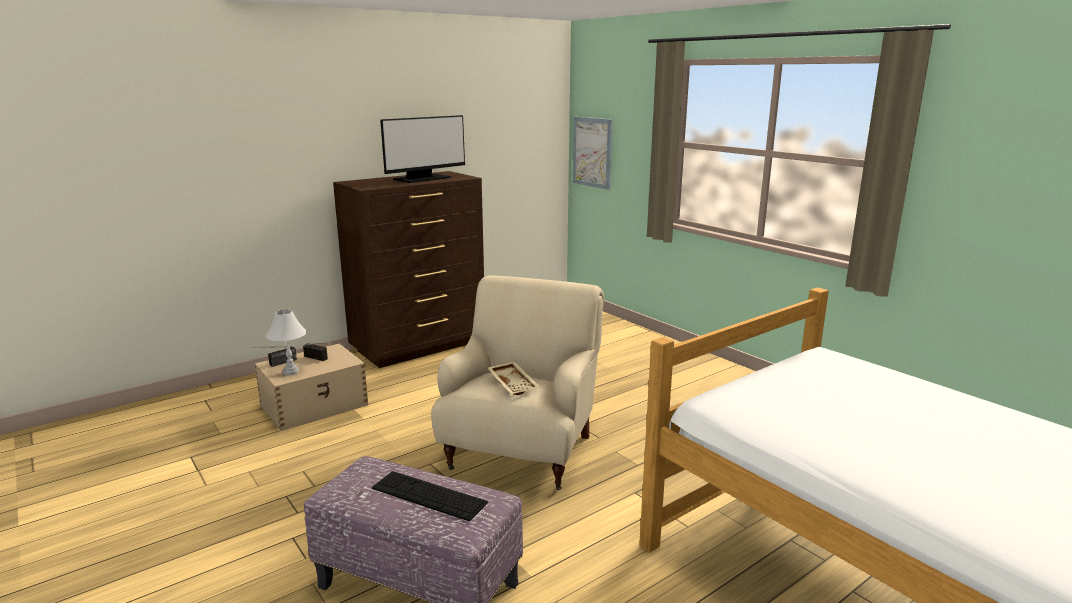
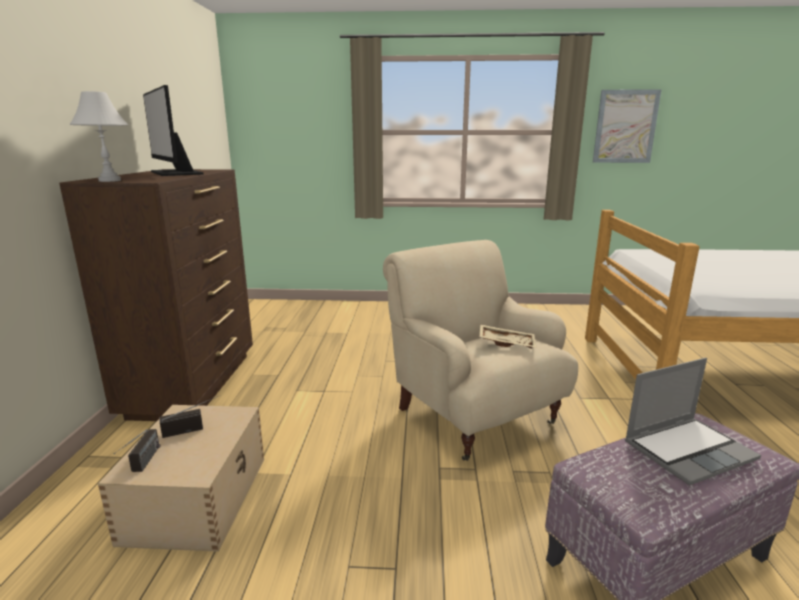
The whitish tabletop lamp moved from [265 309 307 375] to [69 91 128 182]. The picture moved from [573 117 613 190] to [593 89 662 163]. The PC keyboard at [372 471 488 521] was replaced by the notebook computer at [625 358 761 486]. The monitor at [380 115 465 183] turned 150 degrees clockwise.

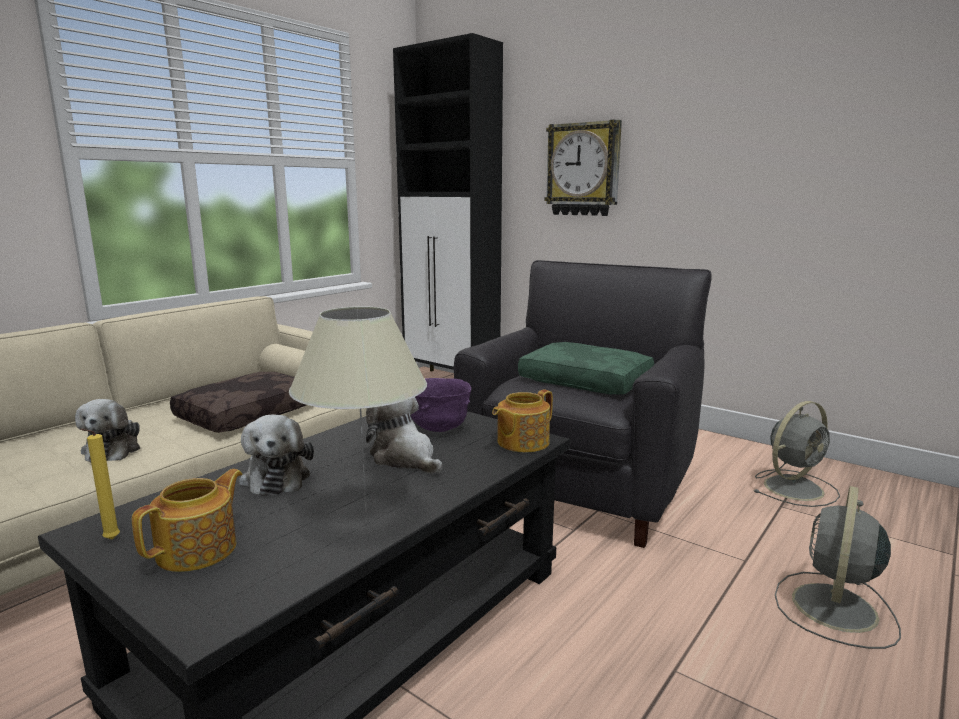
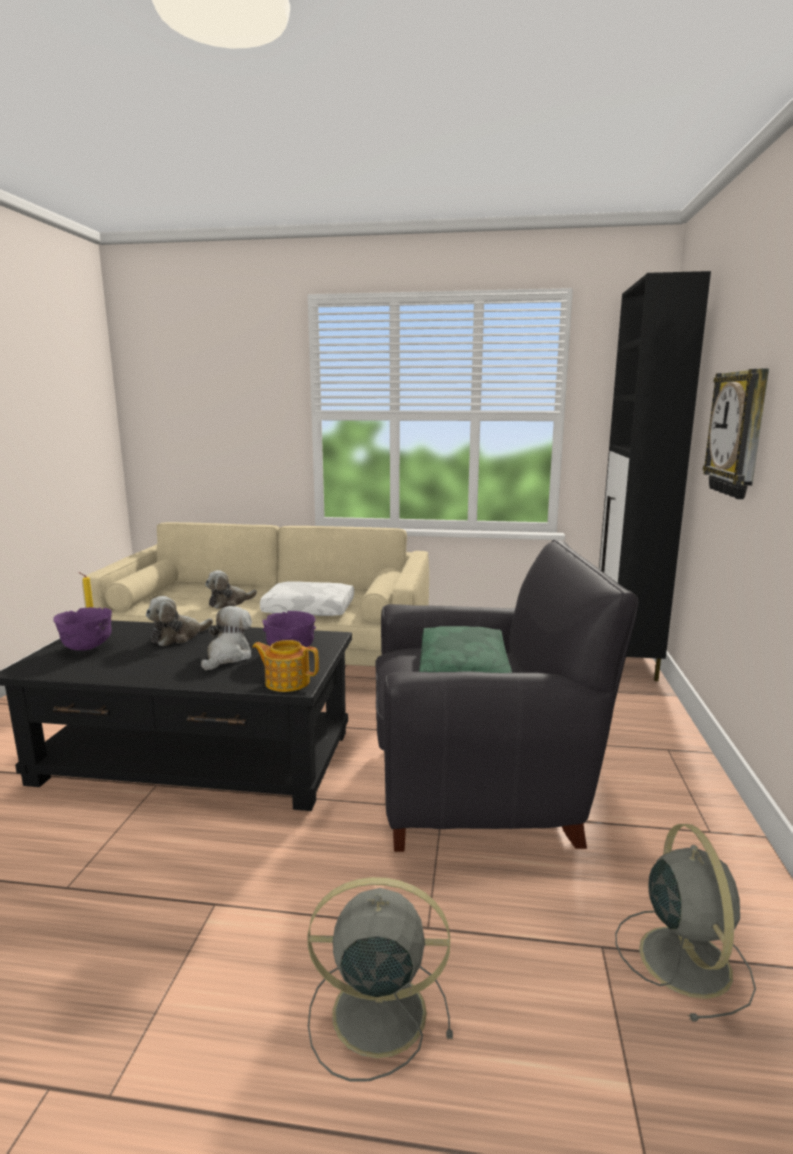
The beige tabletop lamp at [289 306 427 512] disappeared. The teapot at [132 469 242 572] was replaced by the purple bowl at [53 607 112 651]. The brown cushion at [170 372 306 433] became the whitish cushion at [260 581 354 616]. The gray cooling fan at [753 401 840 507] turned 120 degrees counterclockwise.

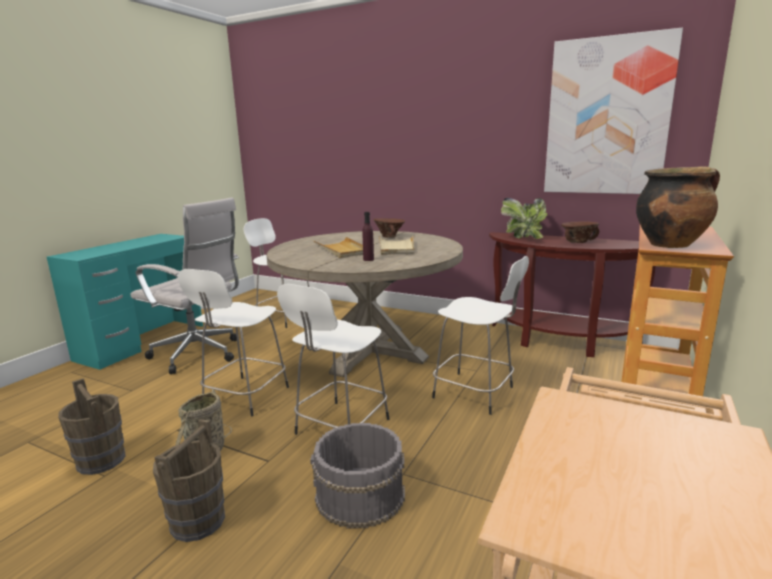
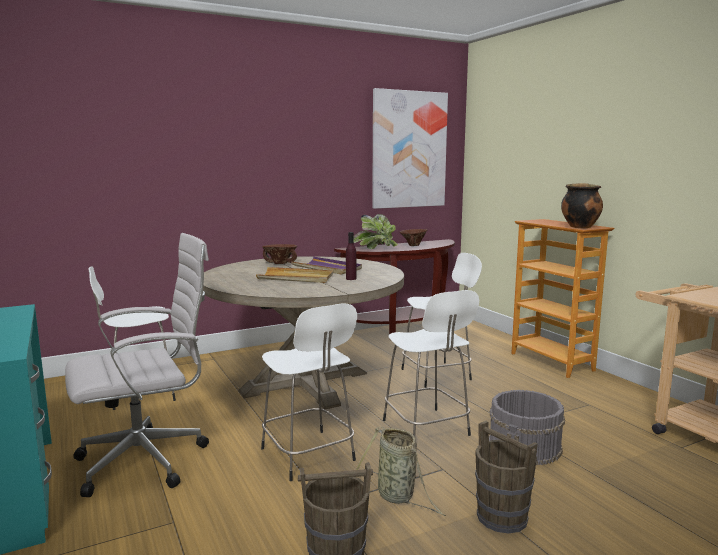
The beige carrying tray at [379 236 414 255] became the purple carrying tray at [291 257 362 275].

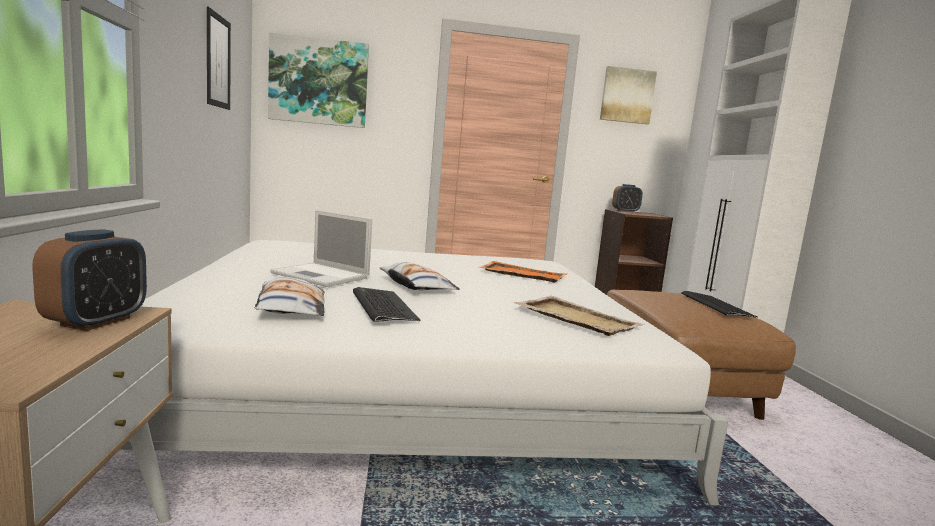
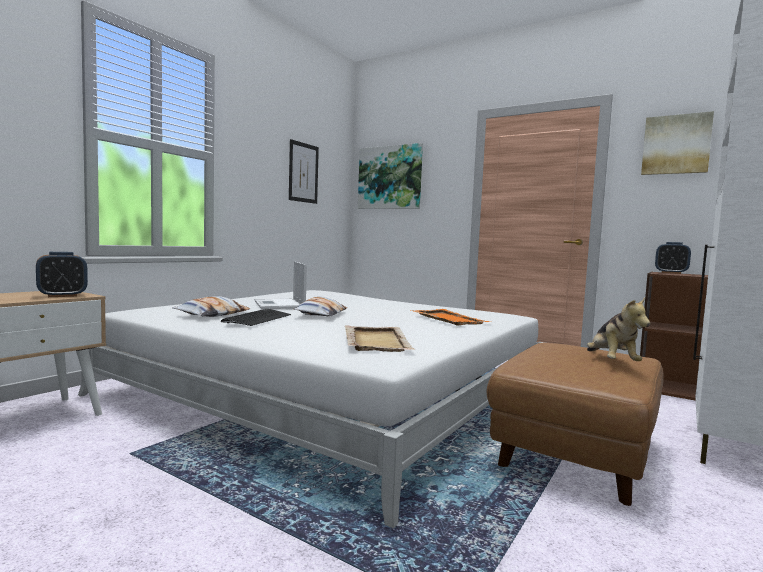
The PC keyboard at [682 291 758 318] was replaced by the cuddly toy at [587 297 650 361].

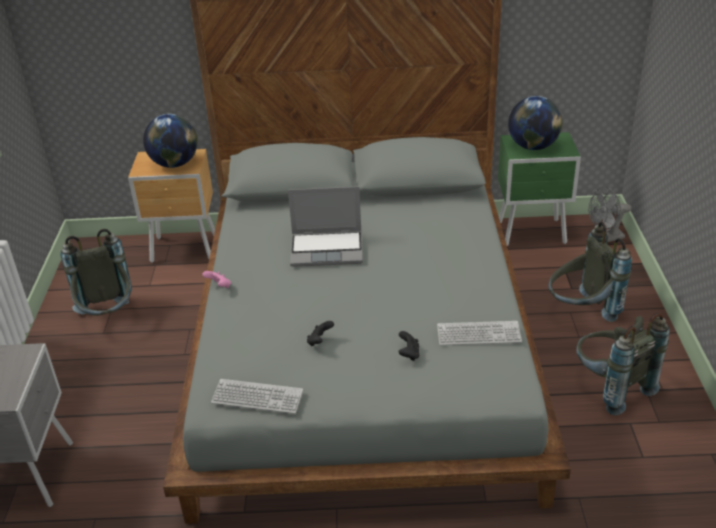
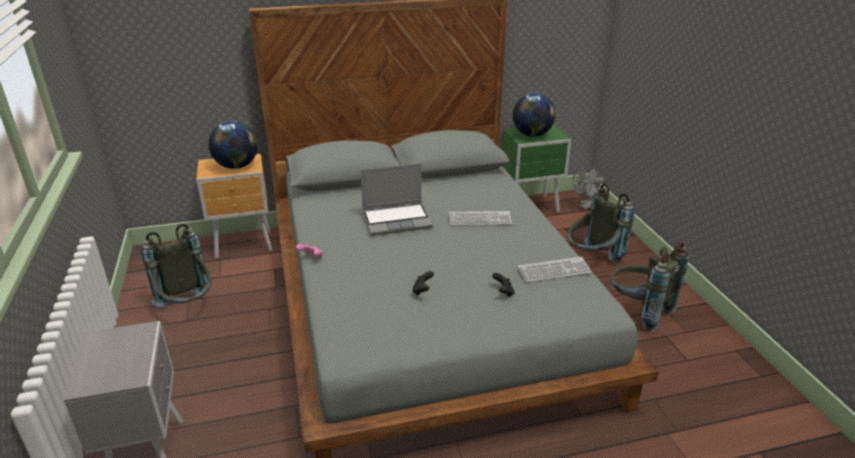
The PC keyboard moved from [211 379 303 414] to [449 211 512 226].

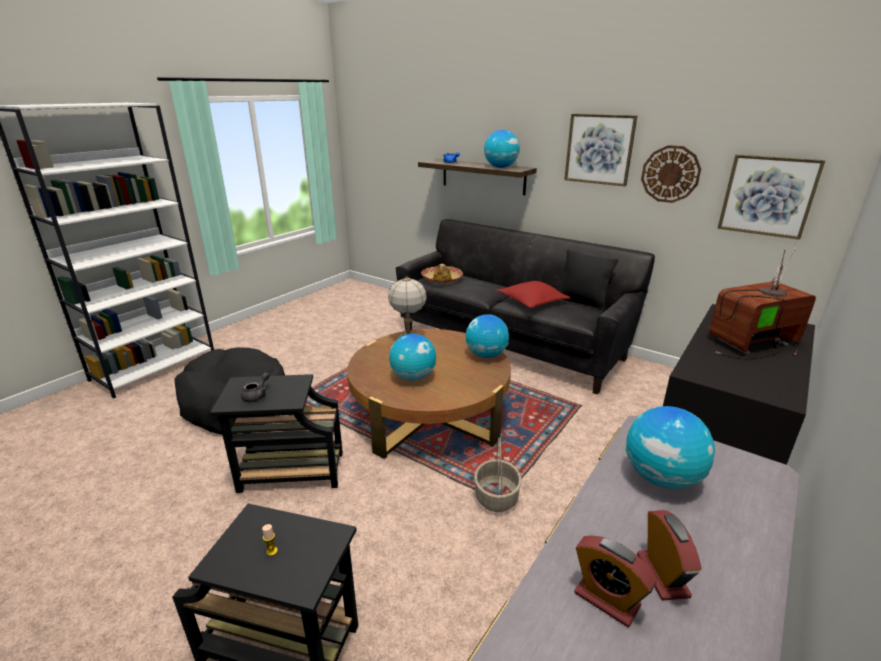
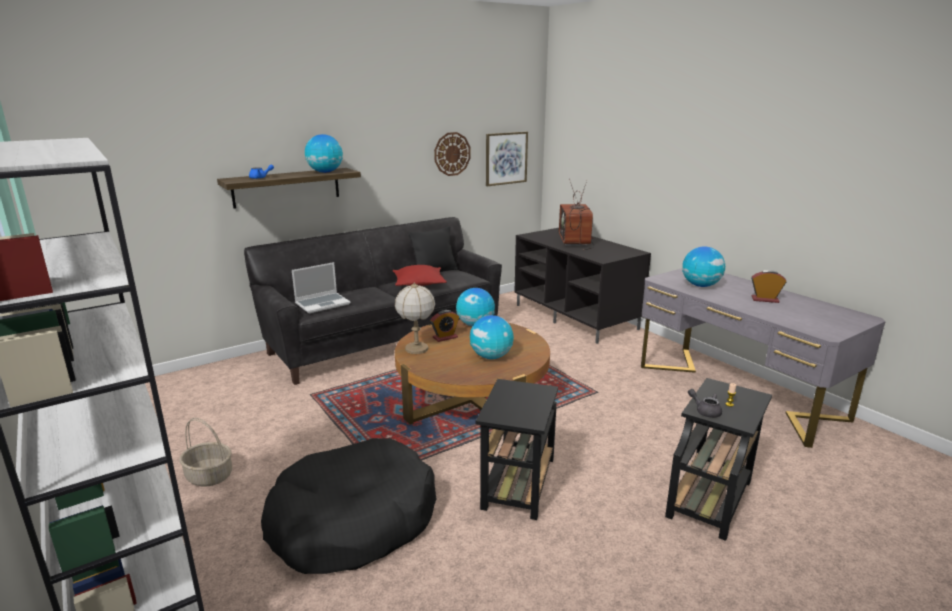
The picture at [564 114 637 186] disappeared. The gray teapot moved from [241 372 270 402] to [688 389 722 418]. The storage basket moved from [474 437 522 512] to [179 418 232 487]. The table clock moved from [574 536 657 627] to [430 310 459 342]. The clothing hat at [421 264 463 284] was replaced by the notebook computer at [292 262 350 313].

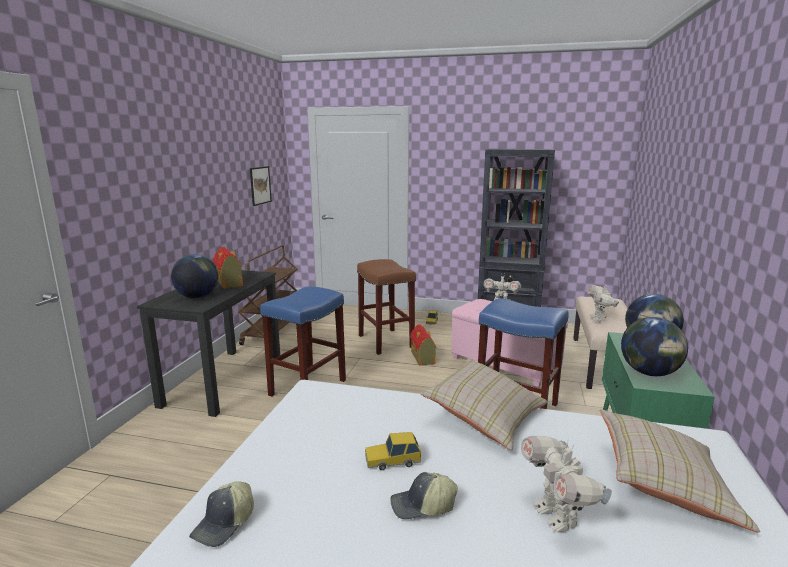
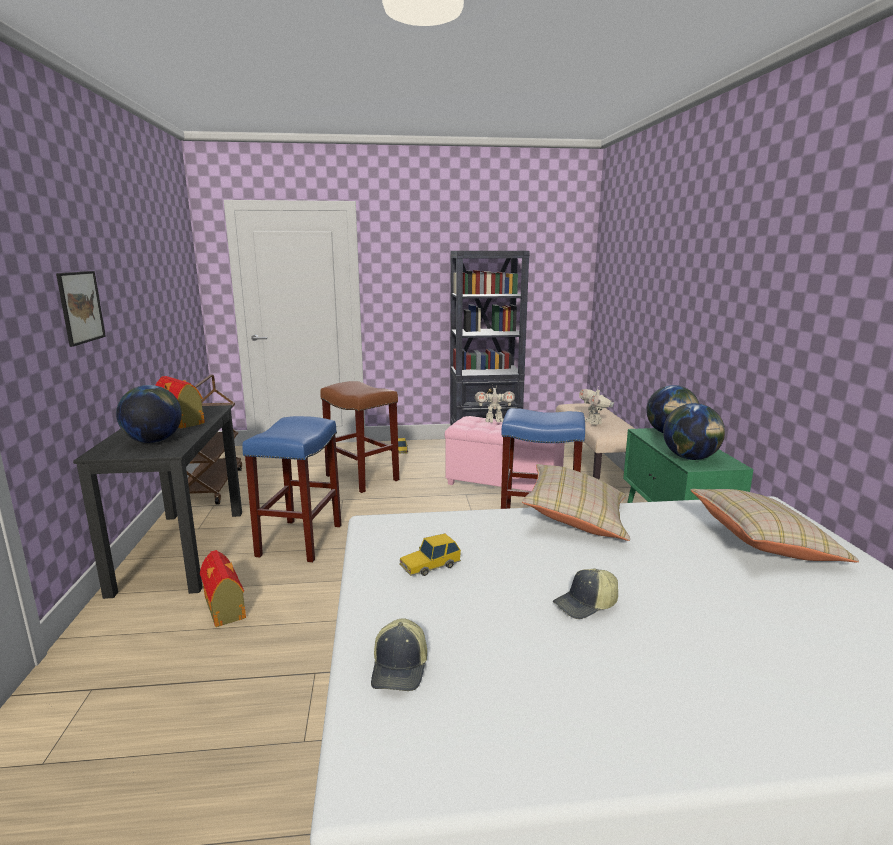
The robot figure at [521 436 612 532] disappeared. The picture moved from [250 166 272 206] to [56 271 106 347]. The toy car moved from [365 432 421 470] to [399 533 461 576]. The toy house moved from [410 324 436 366] to [200 550 246 627].

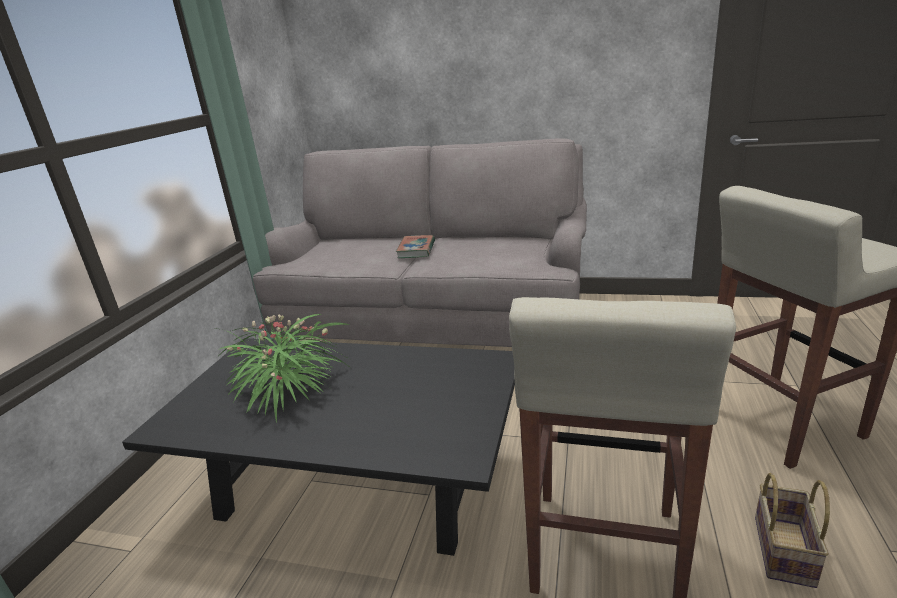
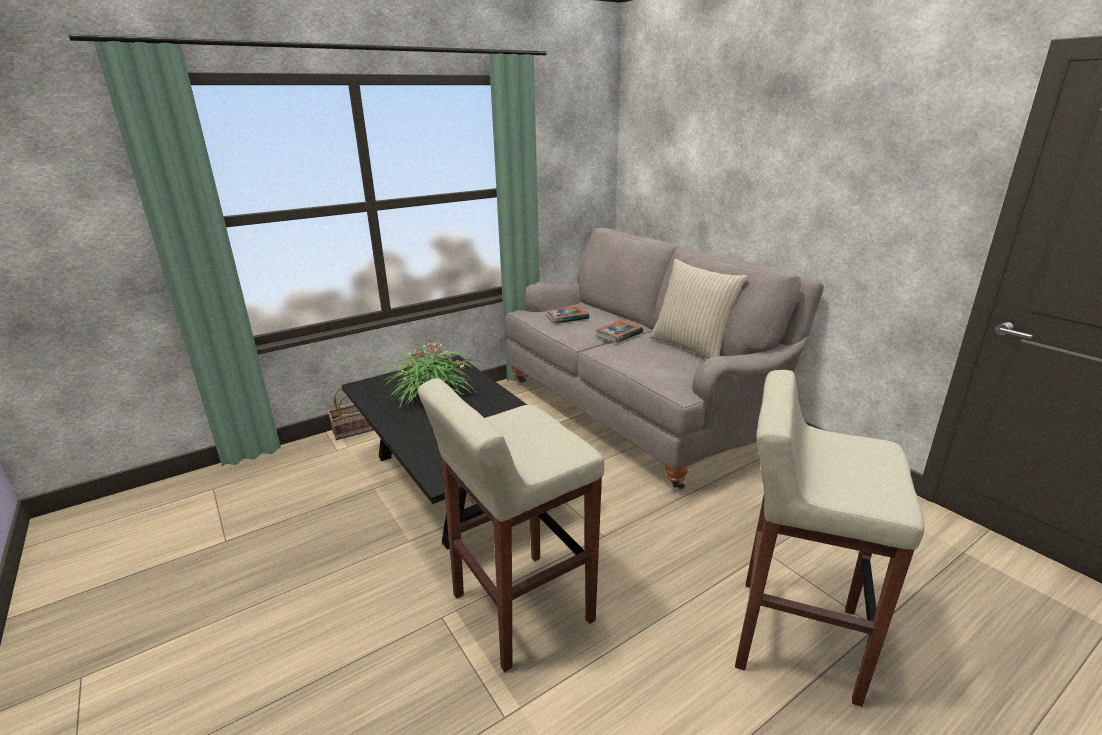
The volume at [546 305 589 324] appeared. The beige cushion at [649 259 748 359] appeared. The storage basket moved from [755 473 830 588] to [328 387 374 440].

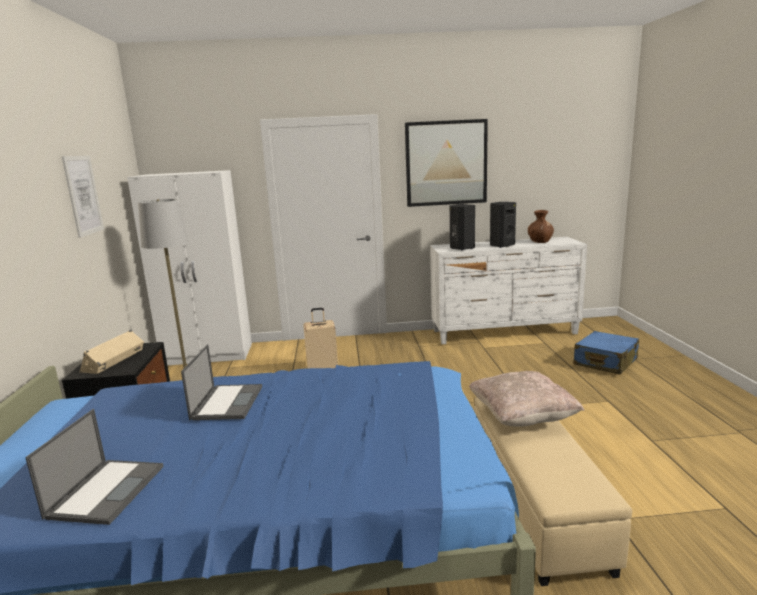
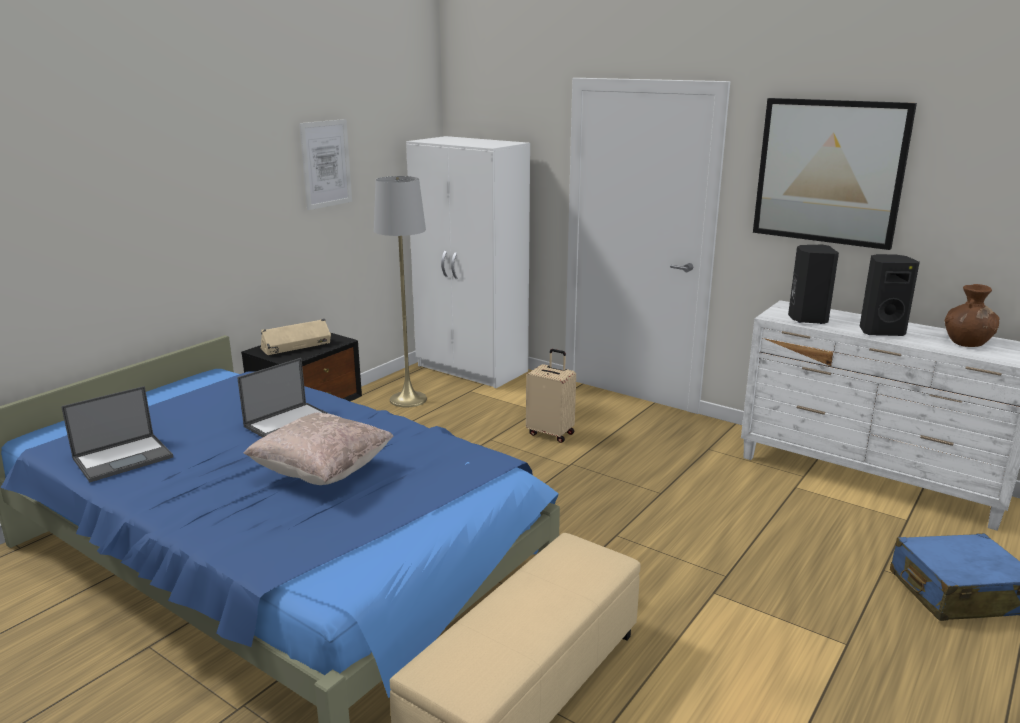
The beige cushion moved from [469 371 584 426] to [244 413 393 485].

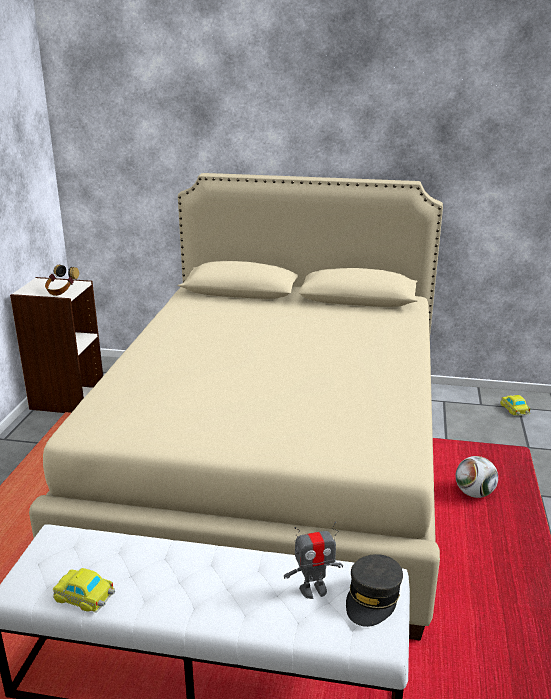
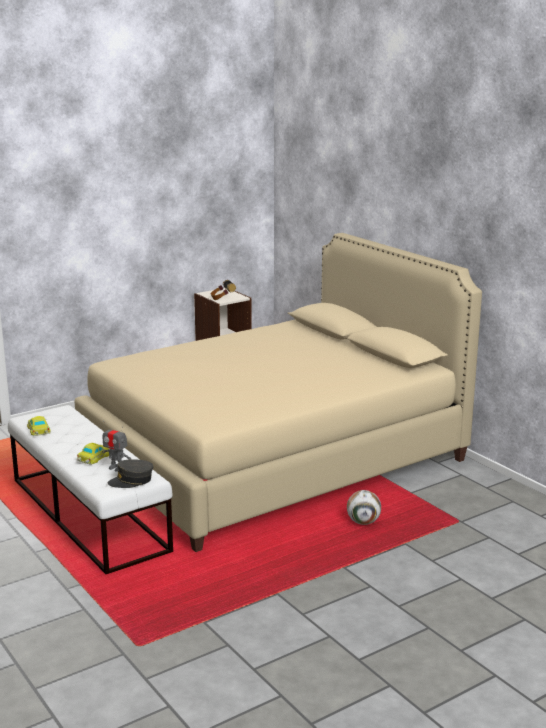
The toy car moved from [500 395 530 416] to [77 443 109 465].

